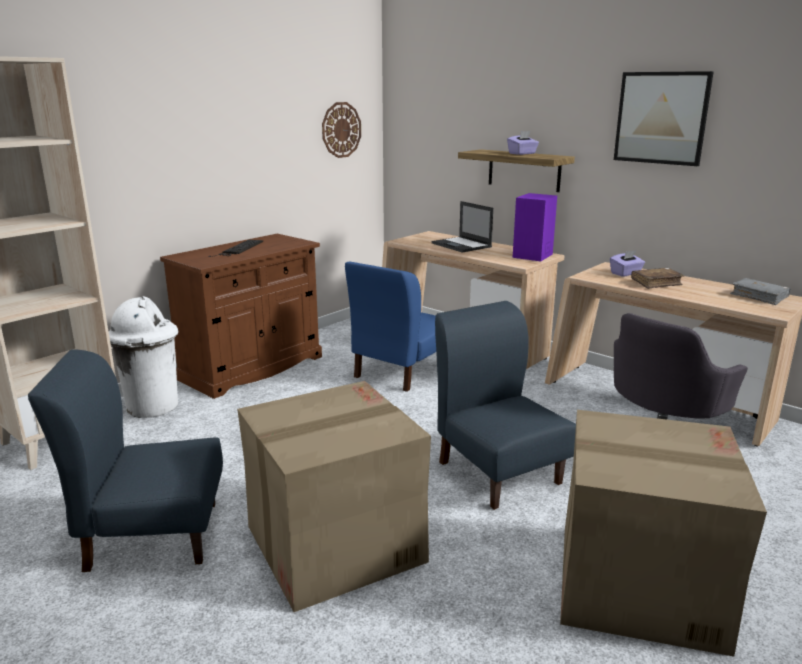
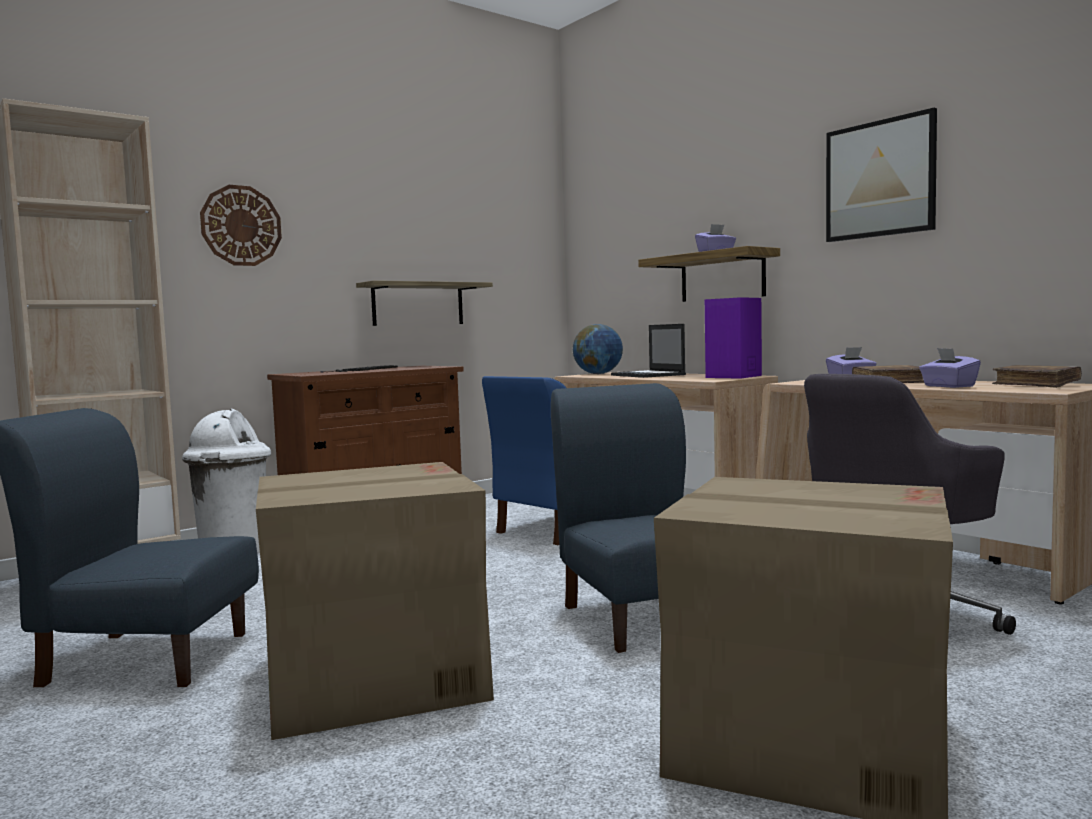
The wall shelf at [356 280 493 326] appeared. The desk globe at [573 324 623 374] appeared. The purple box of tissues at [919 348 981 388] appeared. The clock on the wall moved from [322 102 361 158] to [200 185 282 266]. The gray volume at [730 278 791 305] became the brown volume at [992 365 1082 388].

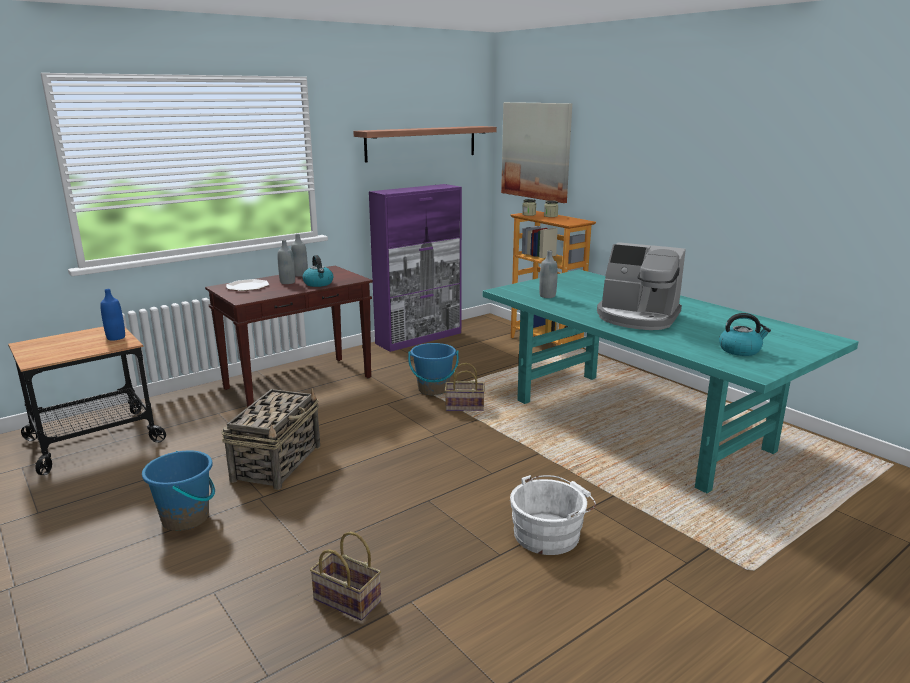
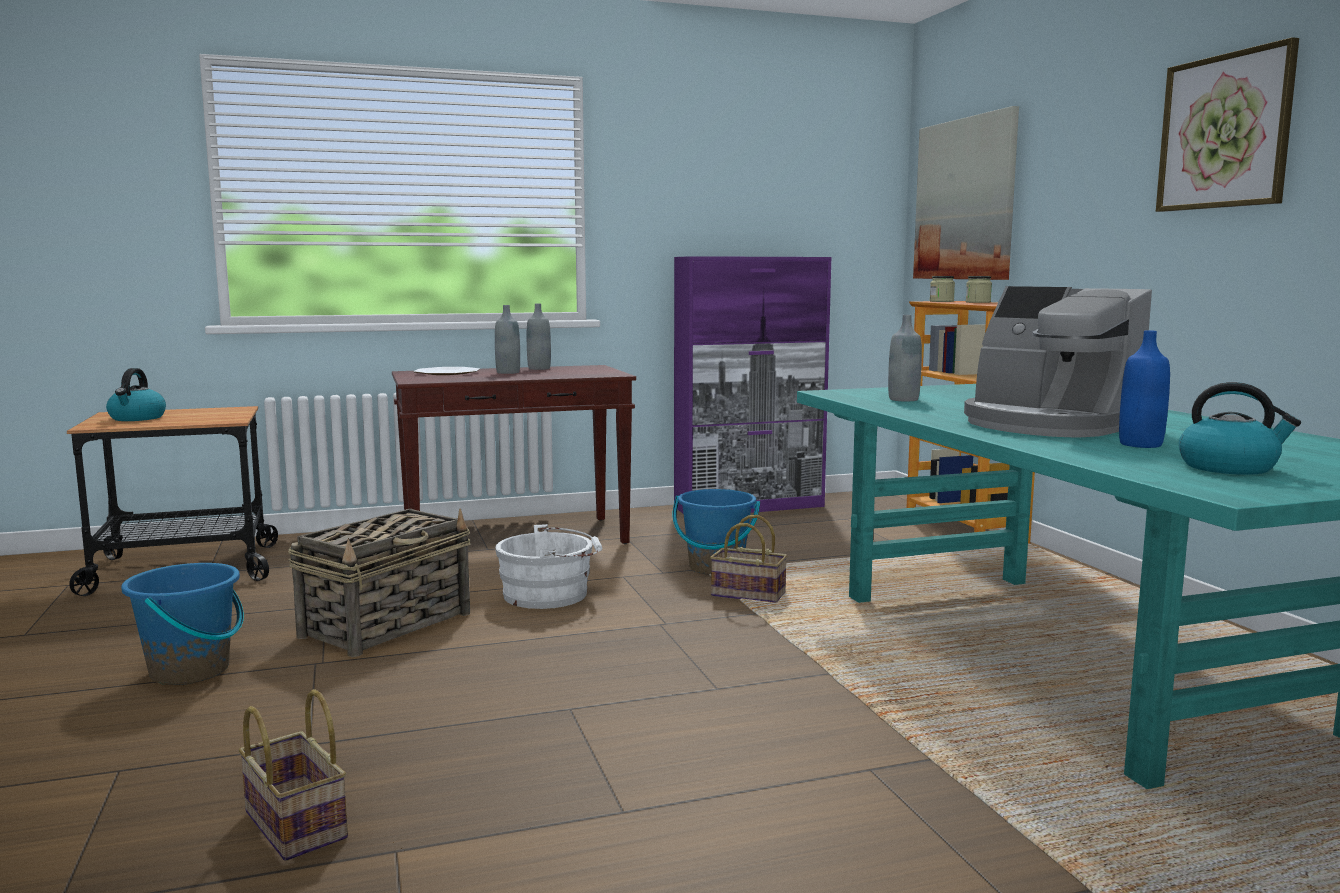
The wall shelf at [353 126 497 163] disappeared. The picture at [1156 37 1299 212] appeared. The blue-coloured drink bottle moved from [100 289 125 341] to [1119 330 1170 448]. The water kettle moved from [303 255 333 287] to [106 368 166 421]. The whitish bucket moved from [510 475 596 555] to [495 524 602 609].

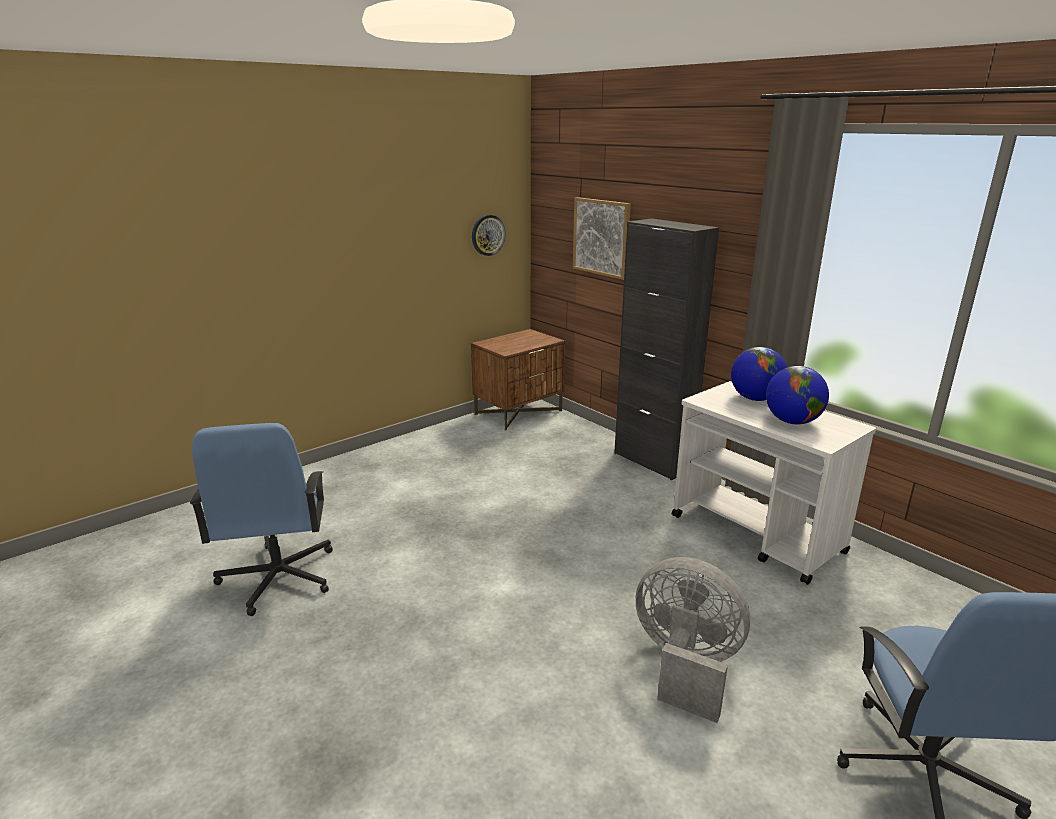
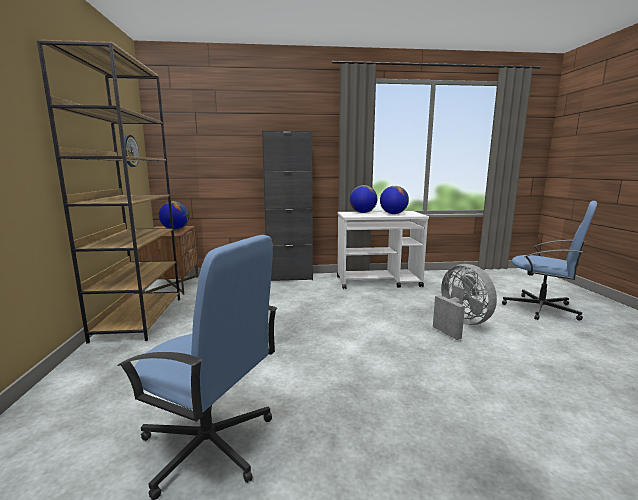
The picture at [573 197 631 280] disappeared. The brown bookshelf at [37 40 180 343] appeared. The desk globe at [159 201 189 230] appeared. The gray cooling fan at [636 557 750 723] turned 90 degrees clockwise.

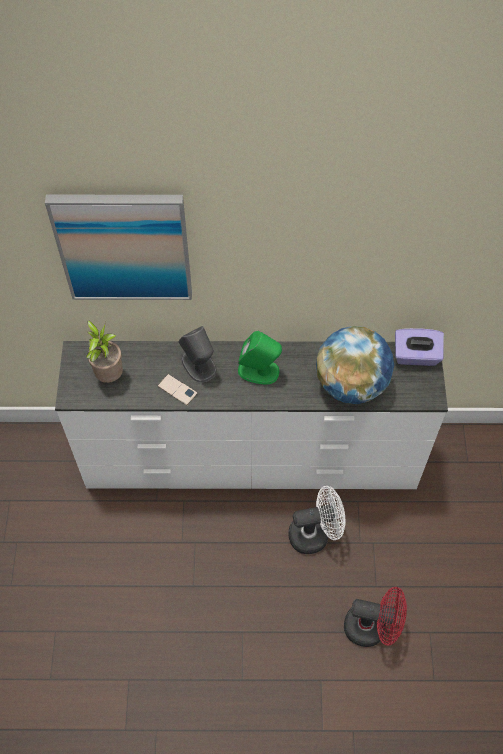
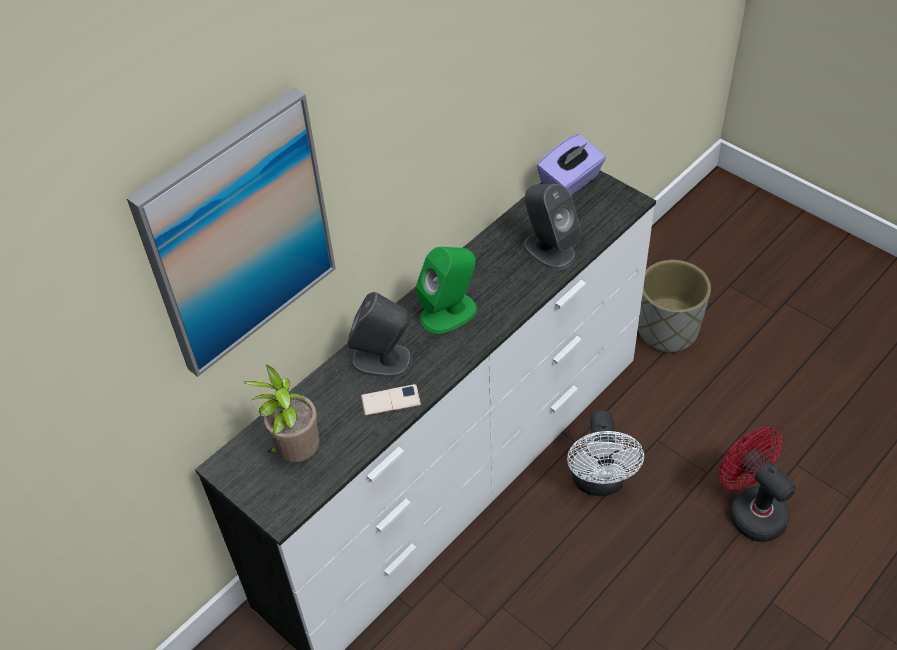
The gray plant pot at [638 260 711 354] appeared. The desk globe at [316 326 394 404] was replaced by the gray speaker at [523 184 580 270]. The whitish cooling fan at [288 486 346 554] turned 150 degrees clockwise. The red-coloured cooling fan at [344 587 407 647] turned 90 degrees counterclockwise.

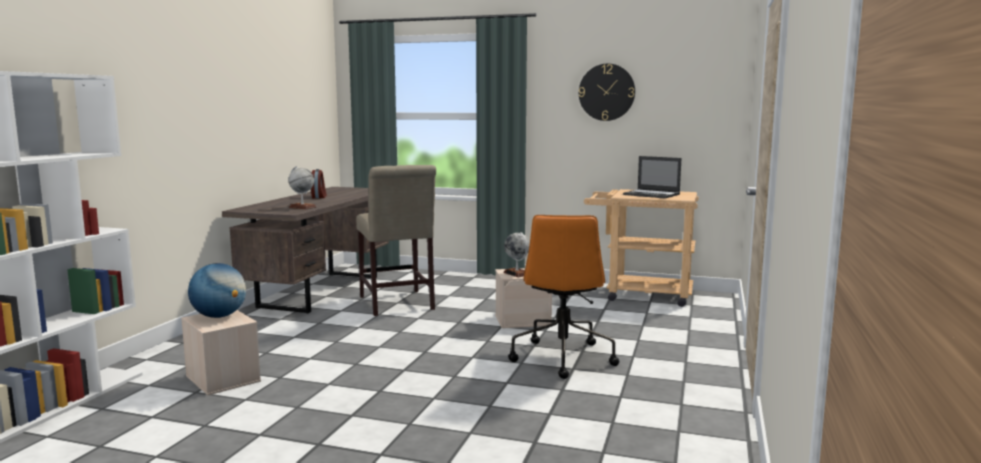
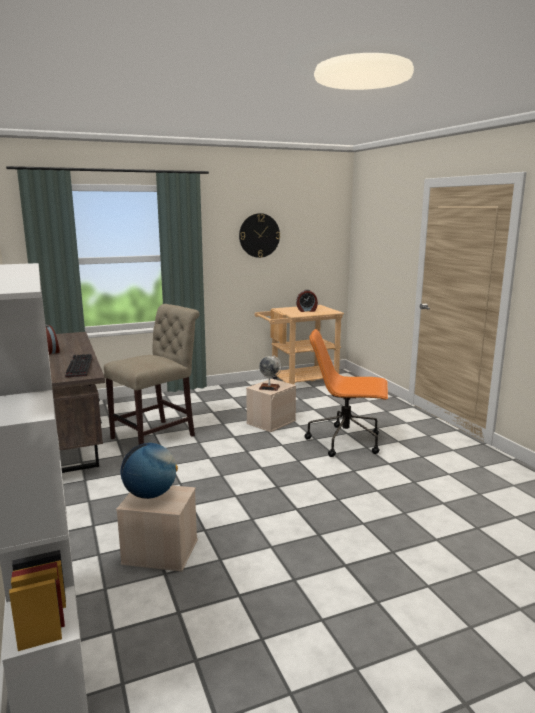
The desk globe at [288 166 316 209] was replaced by the PC keyboard at [65 354 93 377]. The notebook computer at [623 156 682 199] was replaced by the table clock at [296 290 318 312]. The beige plain chair at [356 165 436 316] turned 75 degrees counterclockwise. The orange computer chair at [508 215 619 379] turned 135 degrees clockwise.

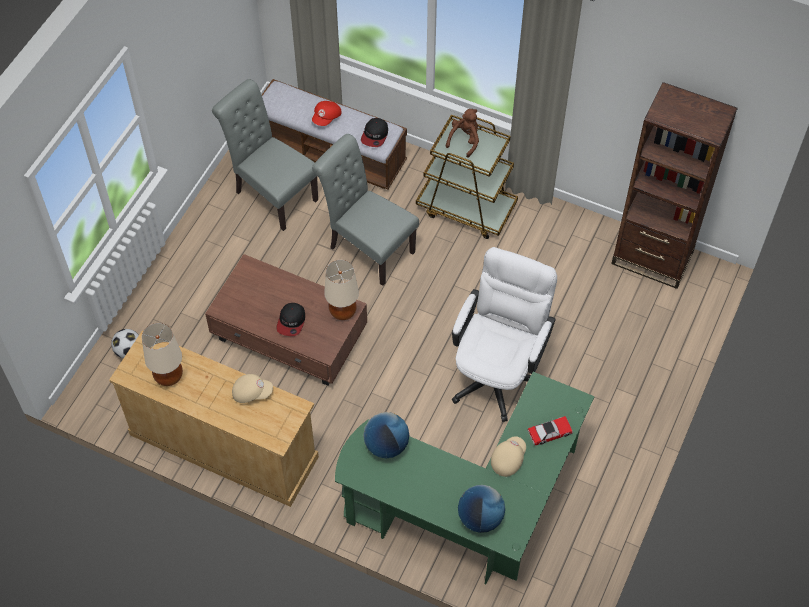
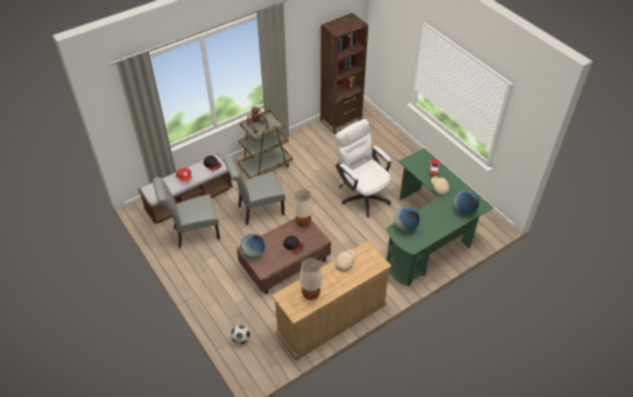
The desk globe at [240 234 265 259] appeared.

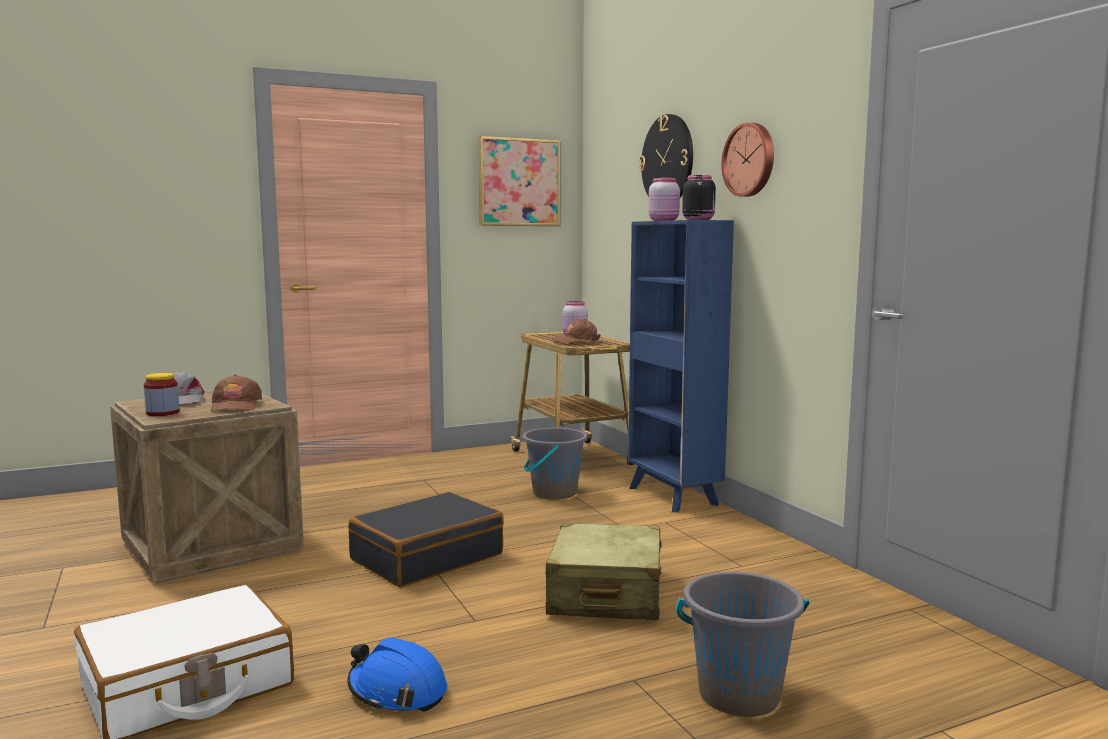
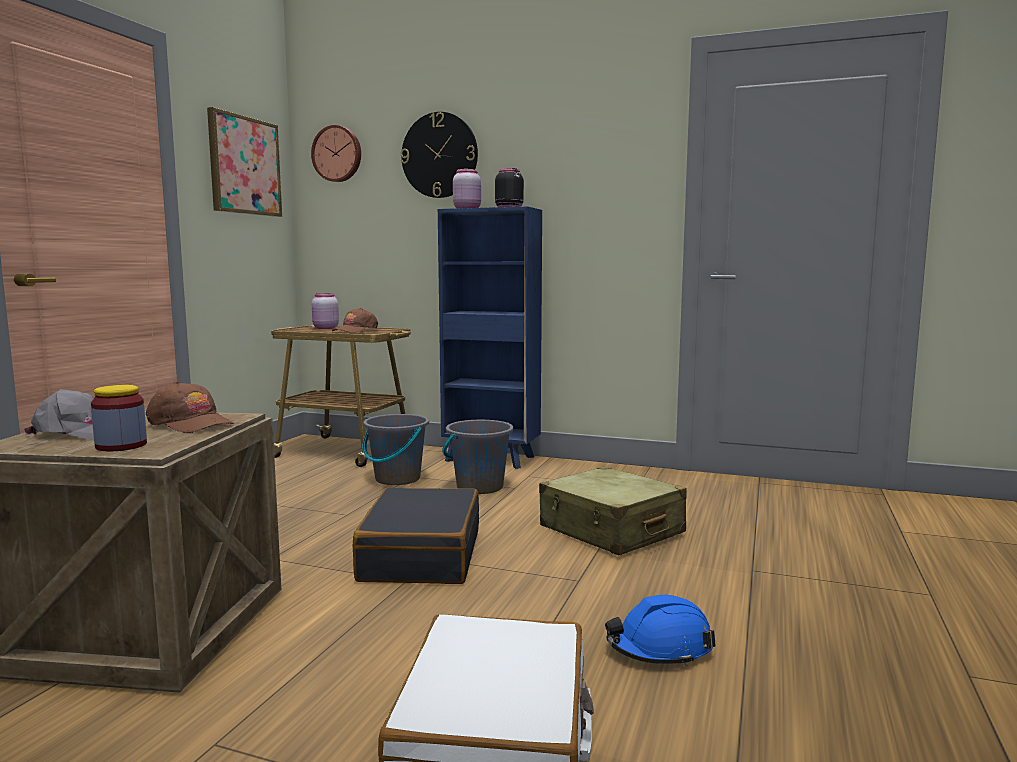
The gray bucket moved from [676 572 810 717] to [442 420 513 494]. The clock on the wall moved from [721 122 774 197] to [311 125 361 182].

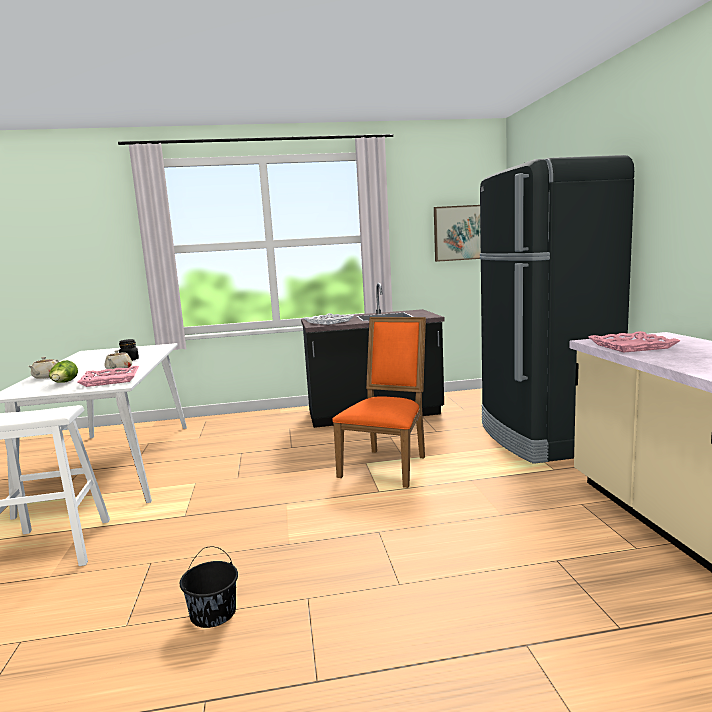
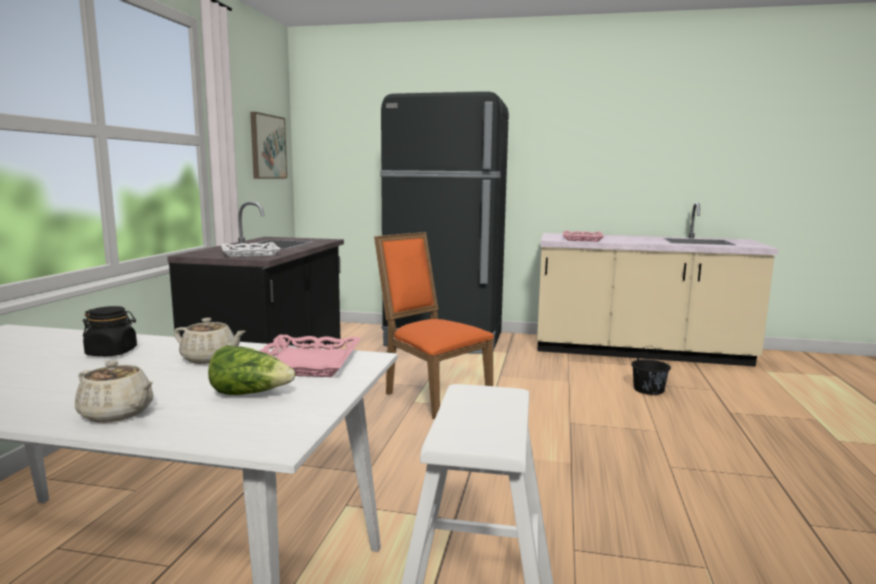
The black bucket moved from [180 546 238 628] to [631 346 671 395].

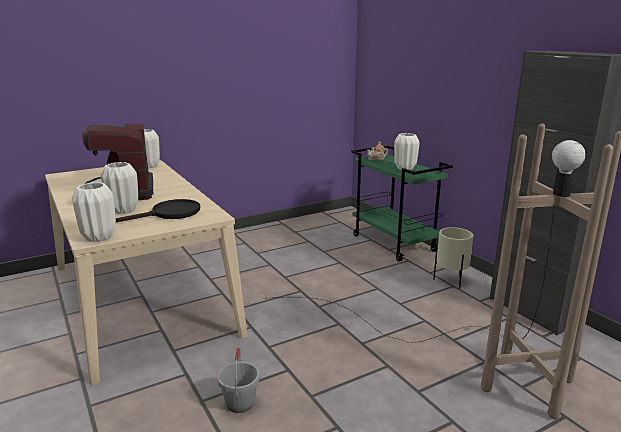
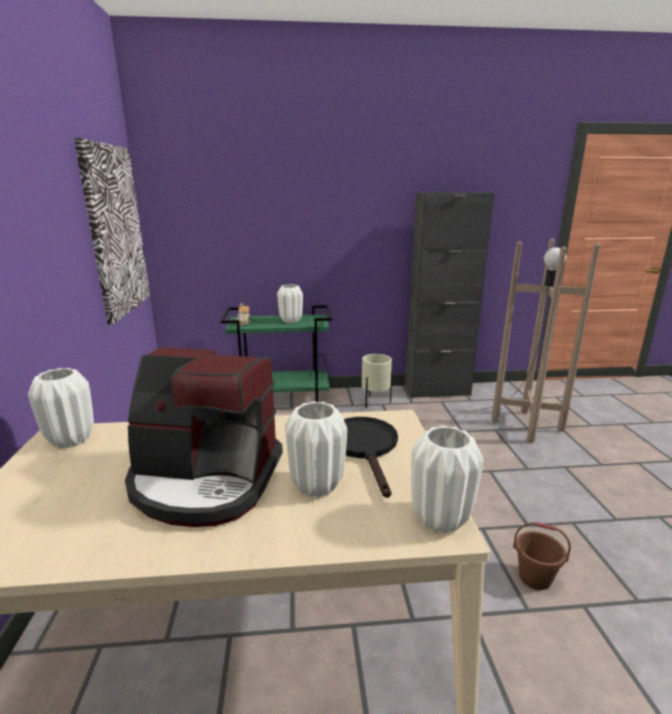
The picture at [74 138 150 325] appeared. The gray bucket at [217 347 260 413] became the brown bucket at [513 522 571 590].

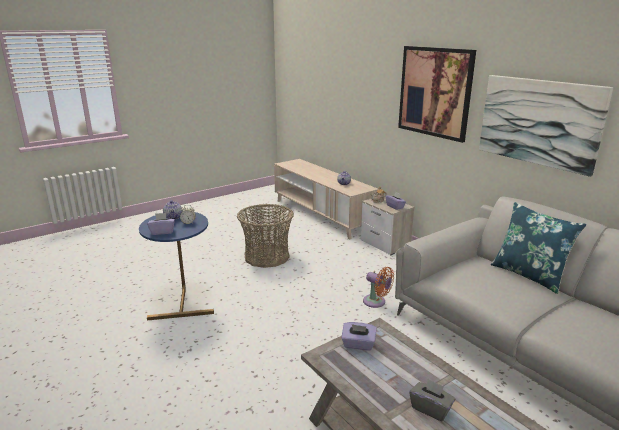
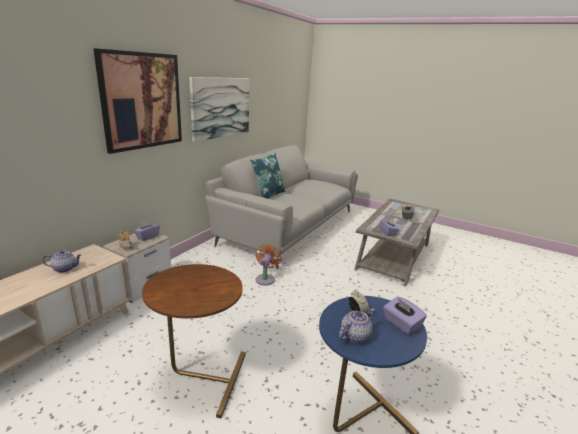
The storage basket at [237 204 294 268] was replaced by the brown accent table at [142 264 245 418].

